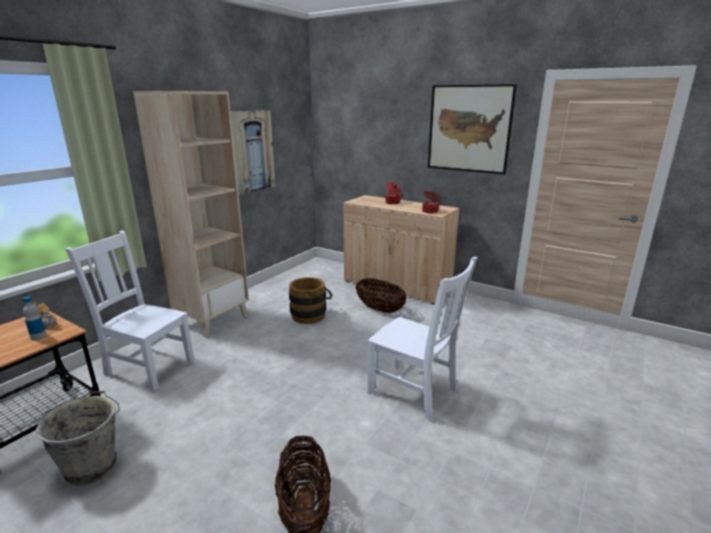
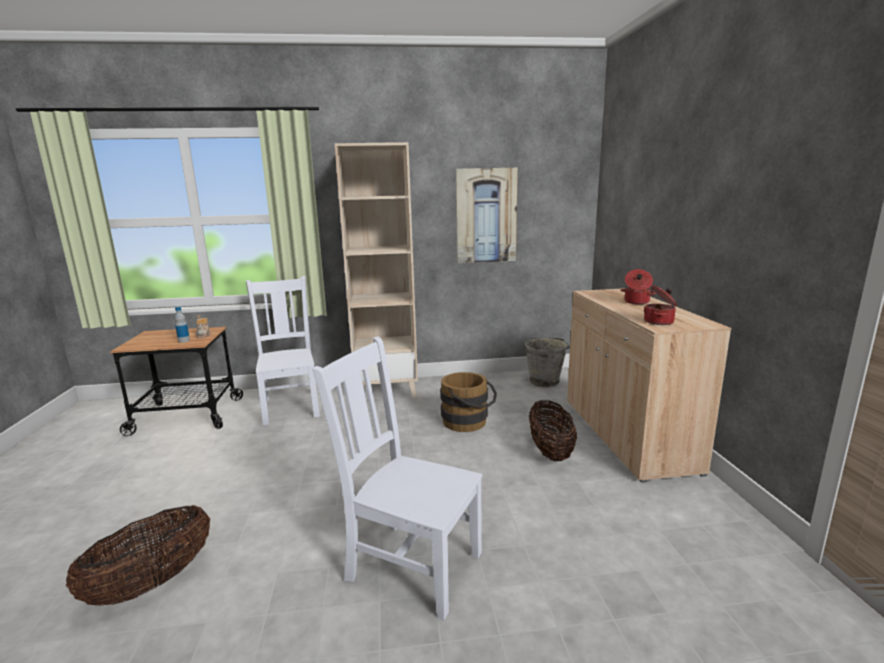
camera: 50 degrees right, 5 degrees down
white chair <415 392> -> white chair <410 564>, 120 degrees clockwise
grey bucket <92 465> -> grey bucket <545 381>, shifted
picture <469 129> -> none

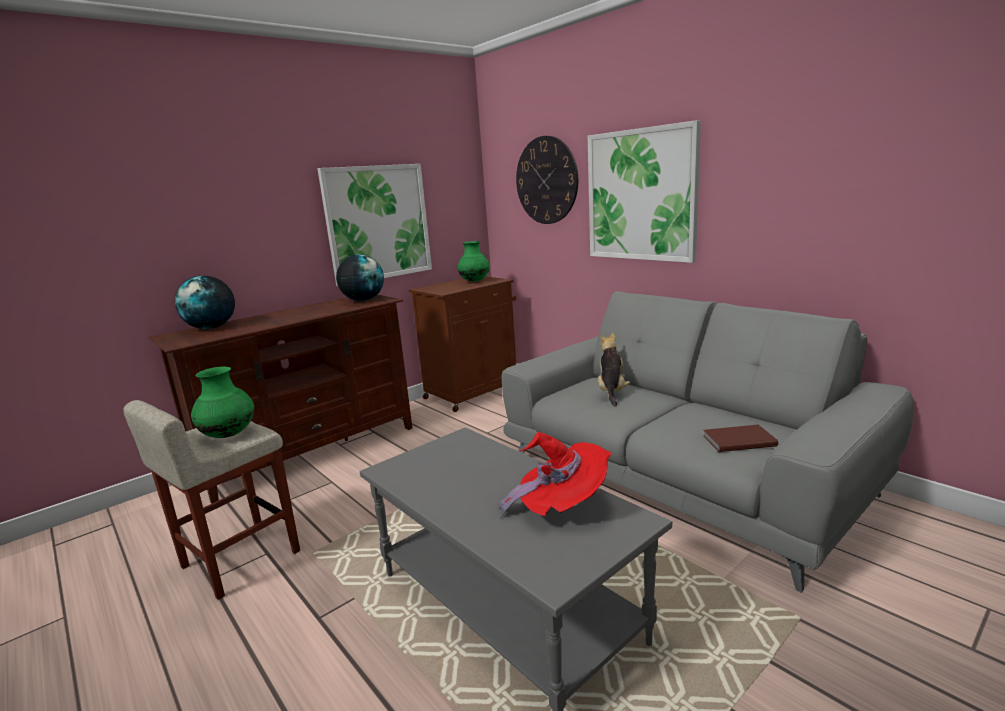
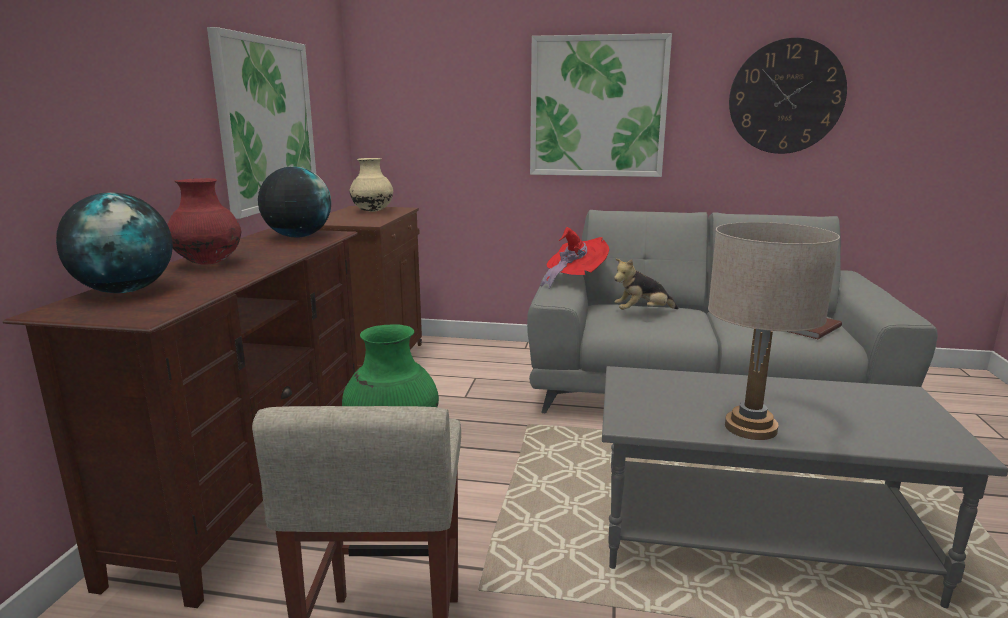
camera: 40 degrees left, 0 degrees up
none -> red vase <208 263>
green vase <475 281> -> beige vase <372 211>
red hat <562 507> -> red hat <573 280>, shifted
plush toy <611 391> -> plush toy <642 312>, 75 degrees counterclockwise
none -> beige table lamp <750 427>
wall clock <546 180> -> wall clock <786 97>, shifted

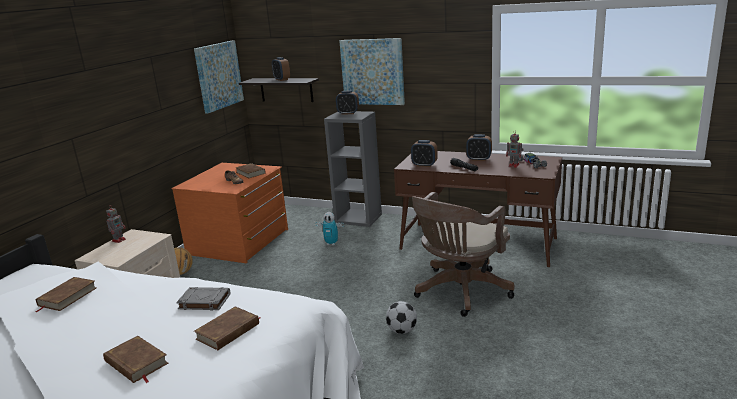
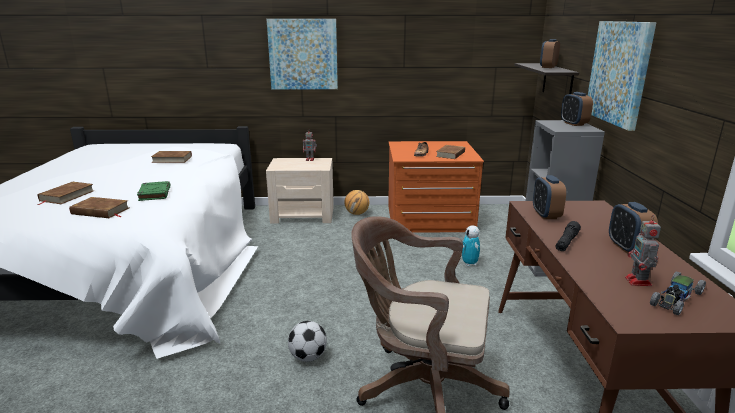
camera: 65 degrees right, 0 degrees up
grey book <204 302> -> green book <154 193>
picture <218 76> -> picture <303 54>, shifted

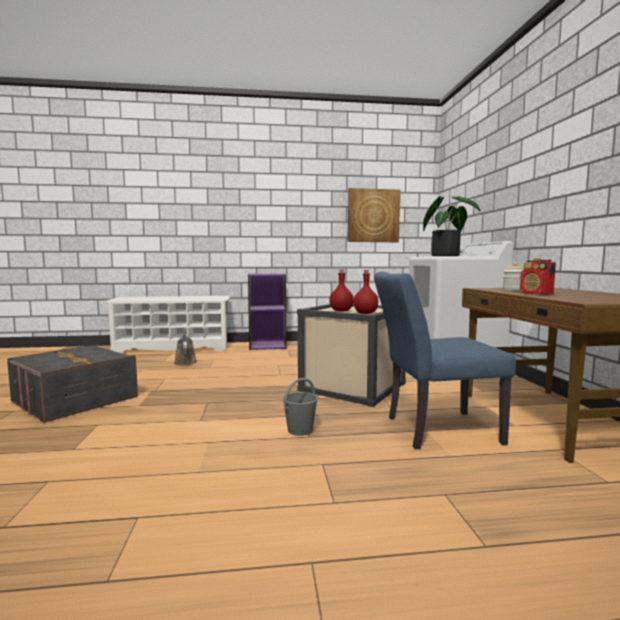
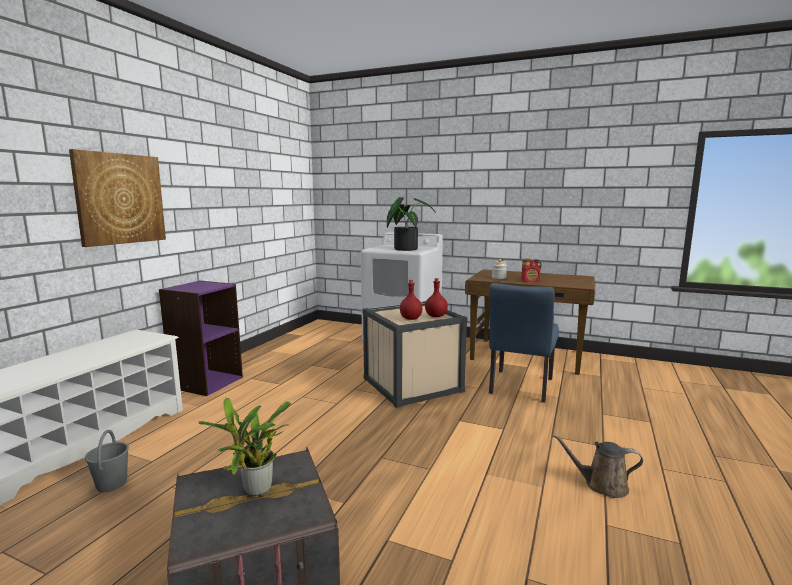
camera: 60 degrees left, 5 degrees up
picture <373 215> -> picture <120 199>, shifted
grey bucket <299 430> -> grey bucket <111 484>, shifted
none -> potted plant <255 492>
brown watering can <185 362> -> brown watering can <601 485>, shifted

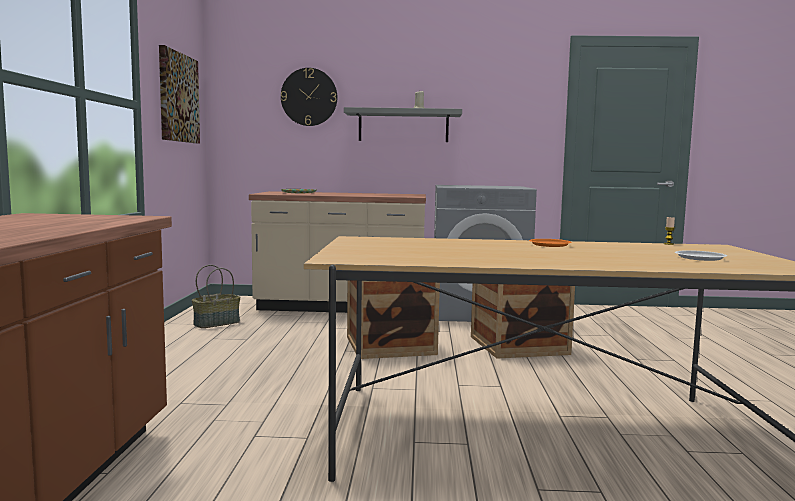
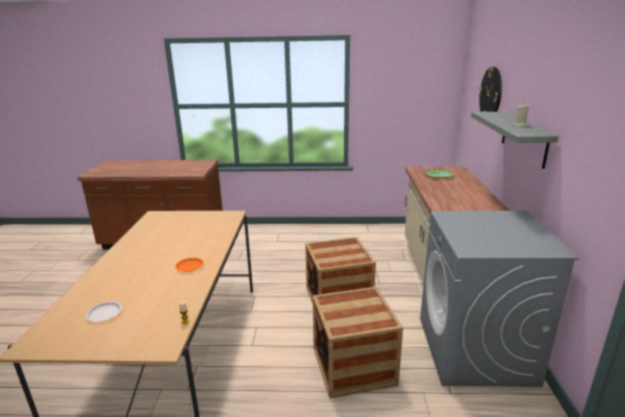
camera: 90 degrees right, 15 degrees up
picture <178 97> -> none
basket <217 323> -> none

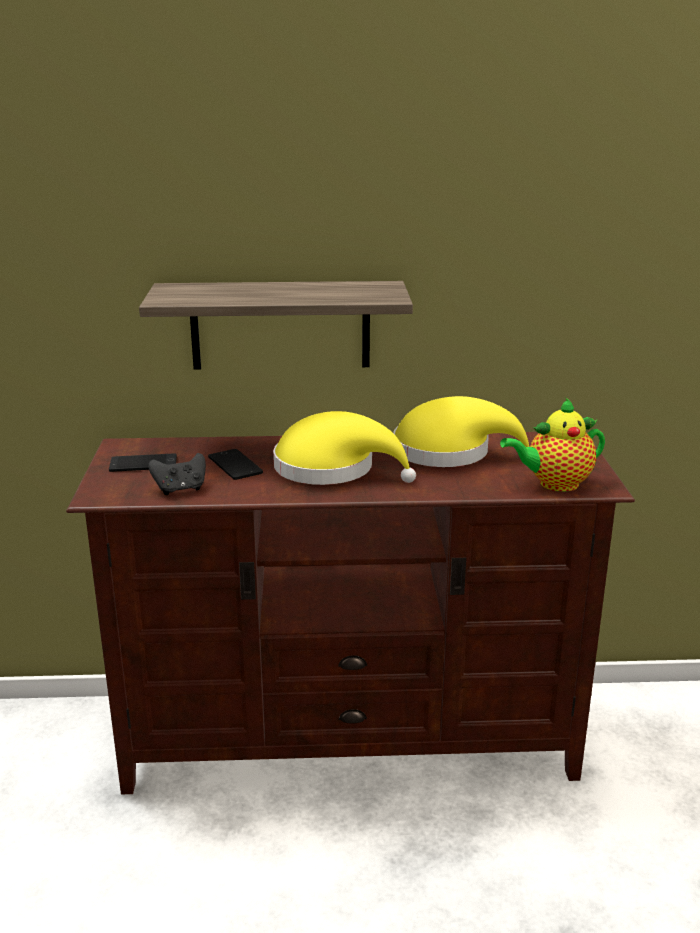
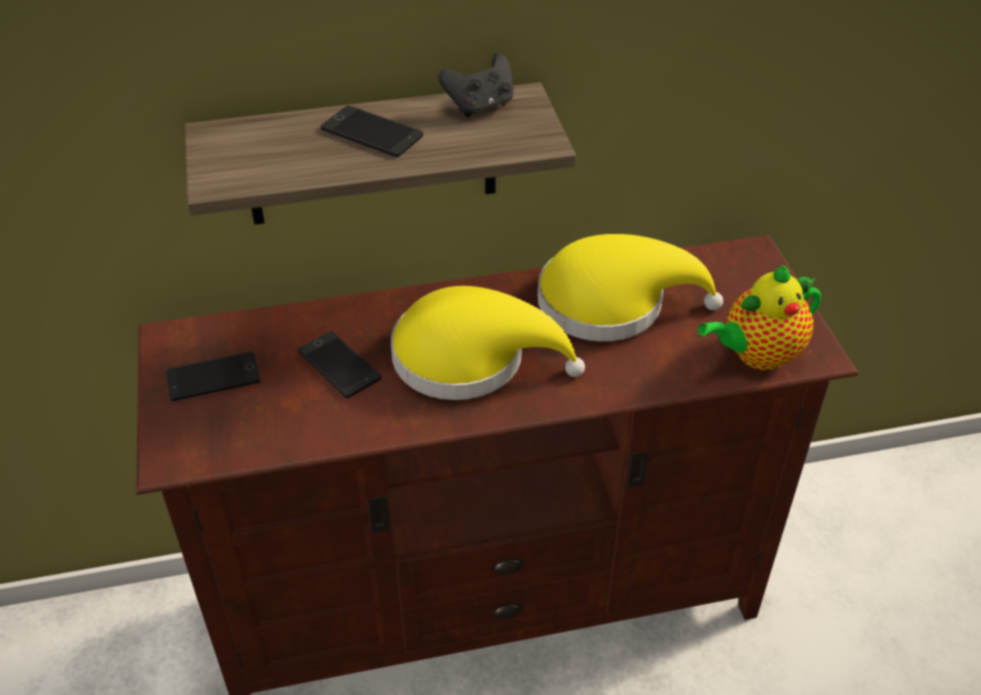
camera: 10 degrees left, 20 degrees up
none -> phone <372 132>
black game controller <180 489> -> black game controller <480 106>, shifted

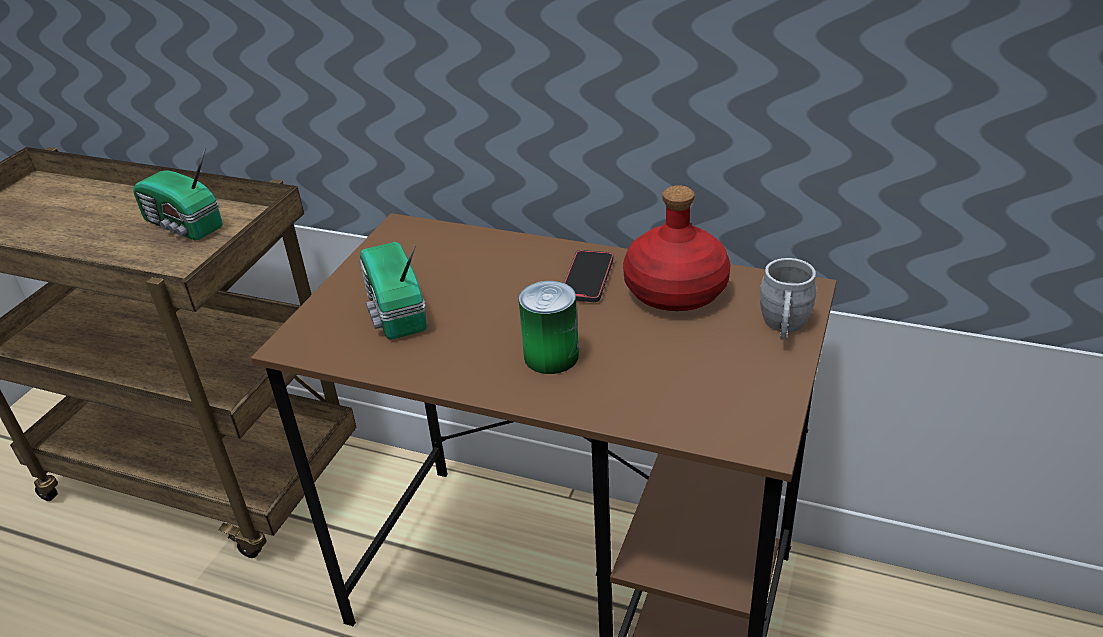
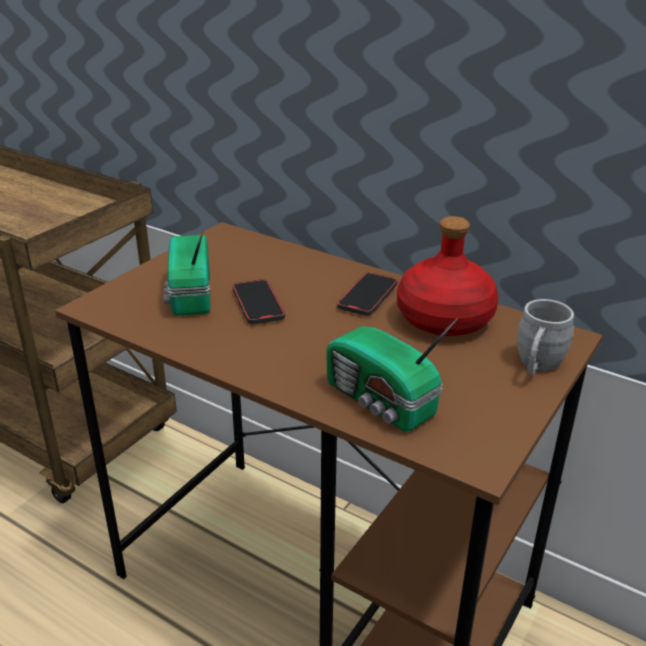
camera: 10 degrees right, 5 degrees down
none -> phone <258 304>
radio <183 226> -> radio <380 402>, shifted
can <551 356> -> none

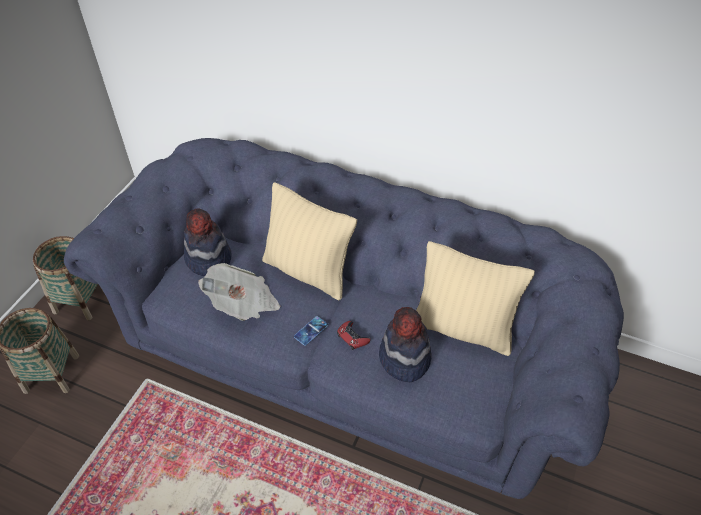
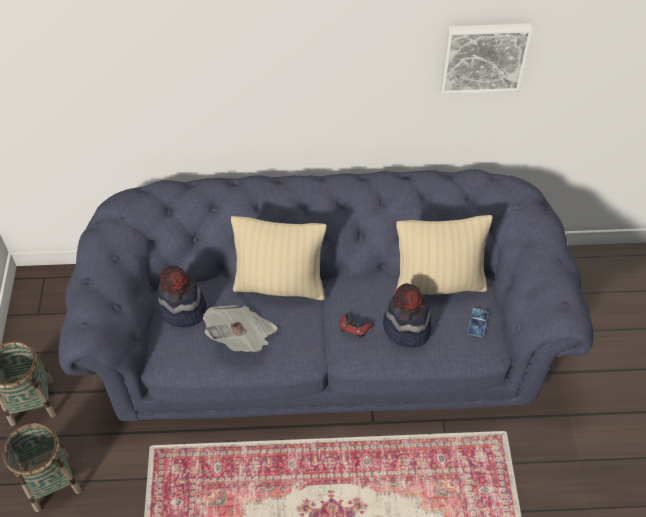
camera: 25 degrees left, 5 degrees up
none -> picture <484 56>
phone <311 331> -> phone <478 322>, shifted

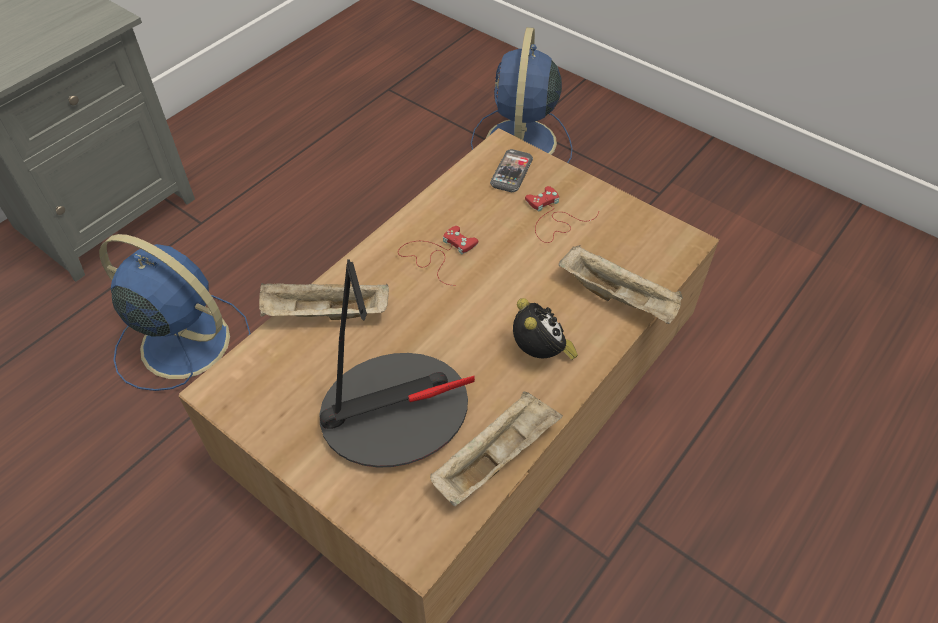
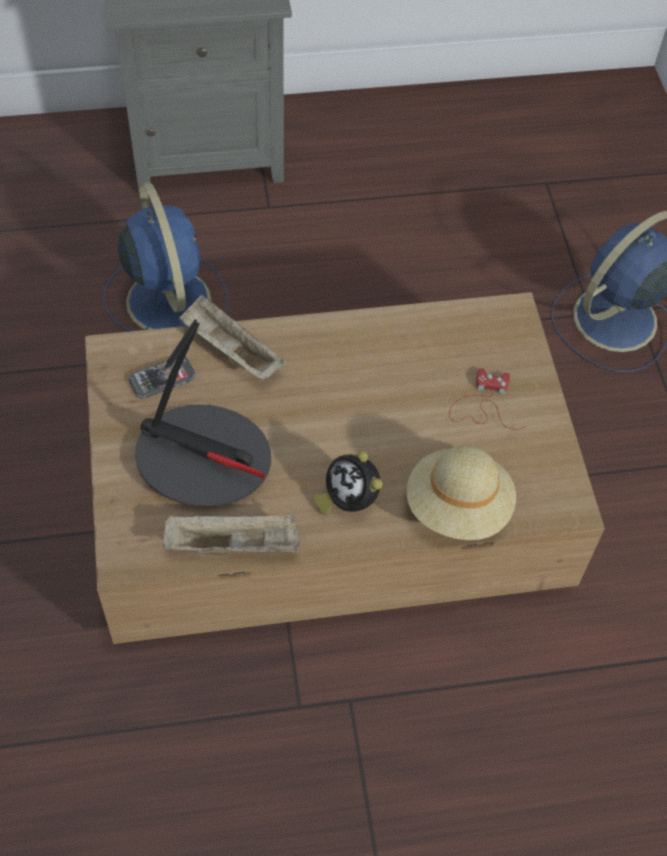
camera: 40 degrees right, 5 degrees up
phone <511 172> -> phone <162 378>, shifted
alarm clock <541 353> -> alarm clock <348 500>, 120 degrees clockwise
beige tray <619 298> -> beige hat <458 507>
red game controller <437 254> -> none

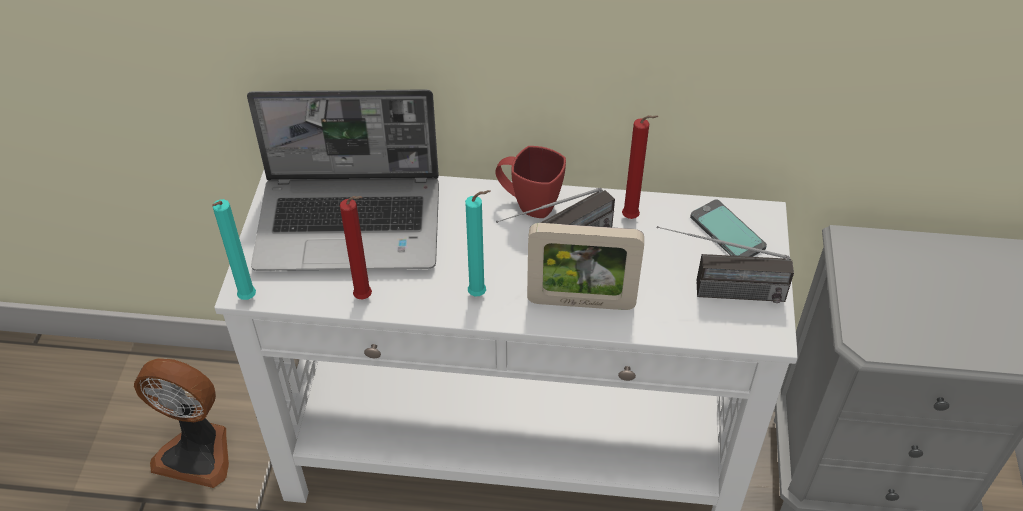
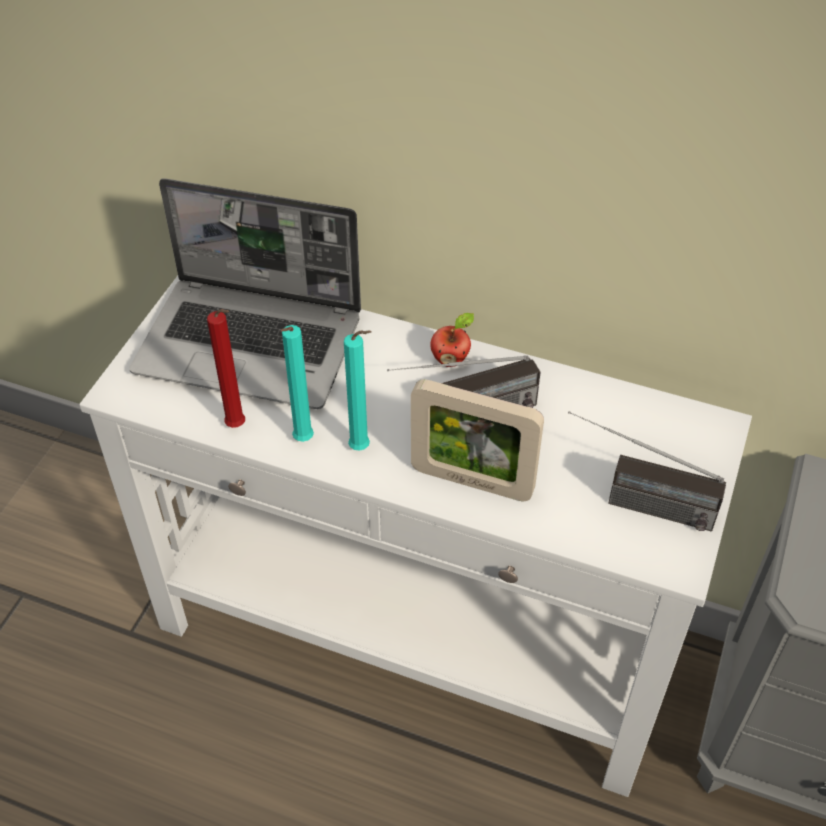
camera: 15 degrees right, 0 degrees up
turquoise candle <246 300> -> turquoise candle <301 441>, shifted
red mug <528 204> -> apple <451 360>
fan <197 452> -> none
red candle <632 218> -> none
phone <727 232> -> none

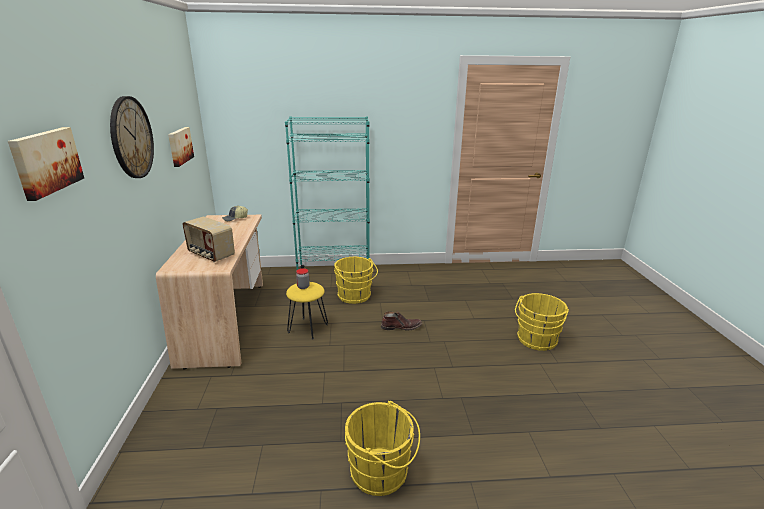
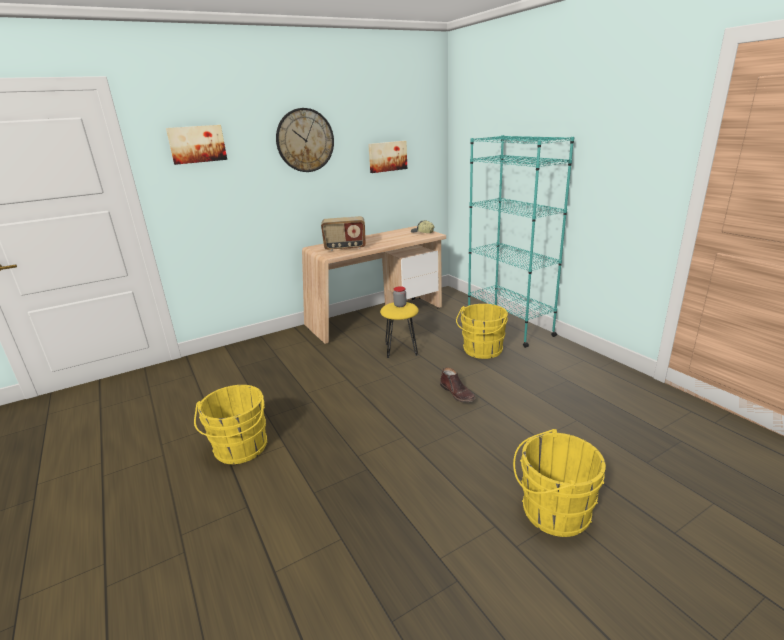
camera: 65 degrees right, 0 degrees up
radio <210 255> -> radio <345 248>, 105 degrees counterclockwise

